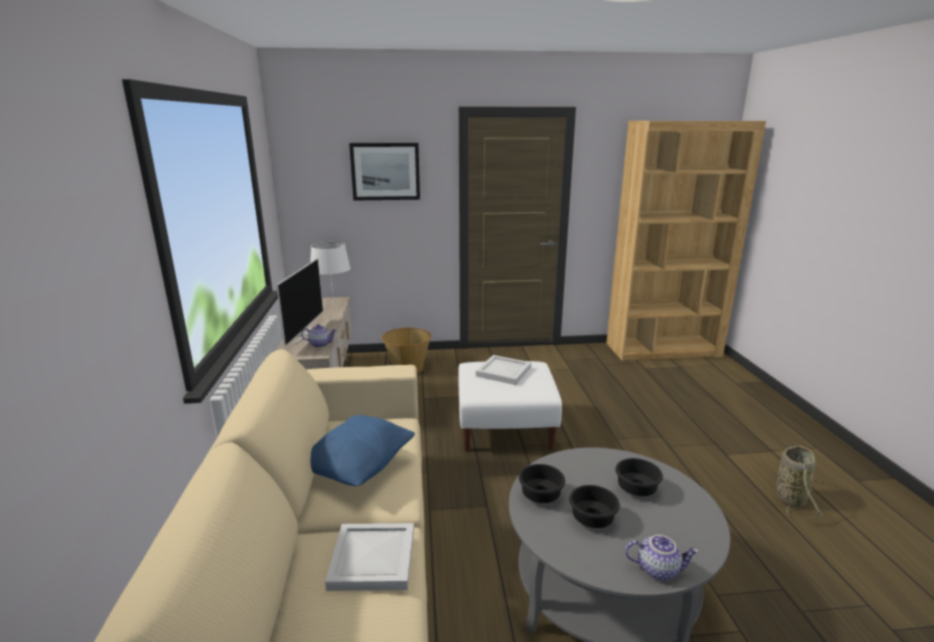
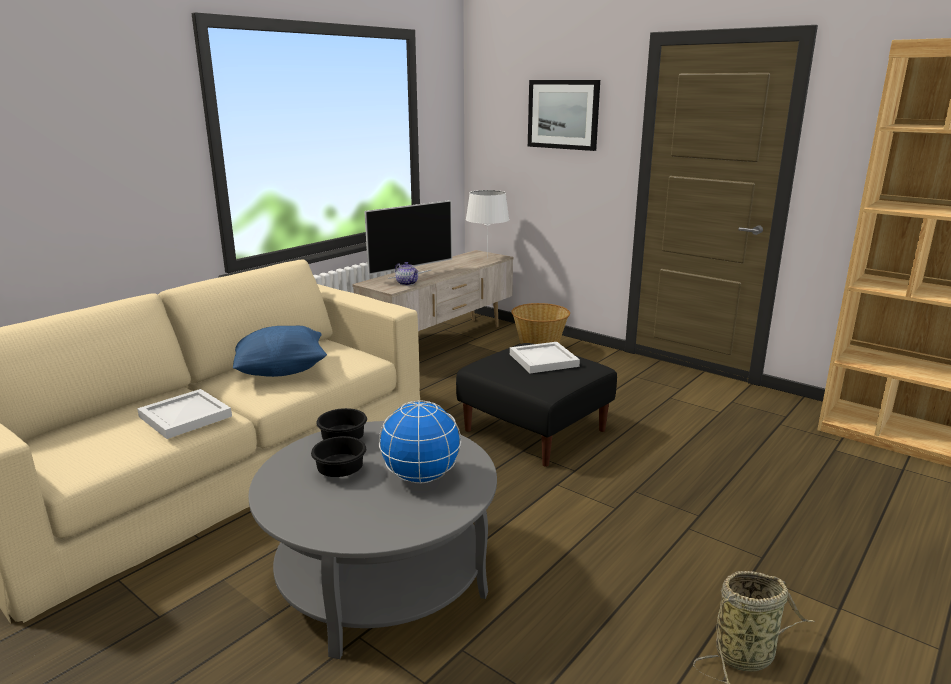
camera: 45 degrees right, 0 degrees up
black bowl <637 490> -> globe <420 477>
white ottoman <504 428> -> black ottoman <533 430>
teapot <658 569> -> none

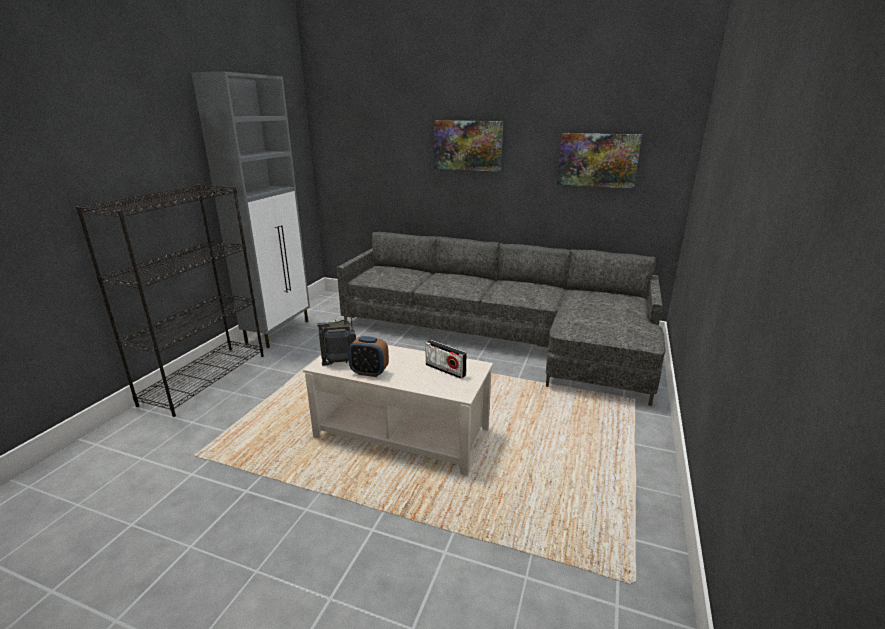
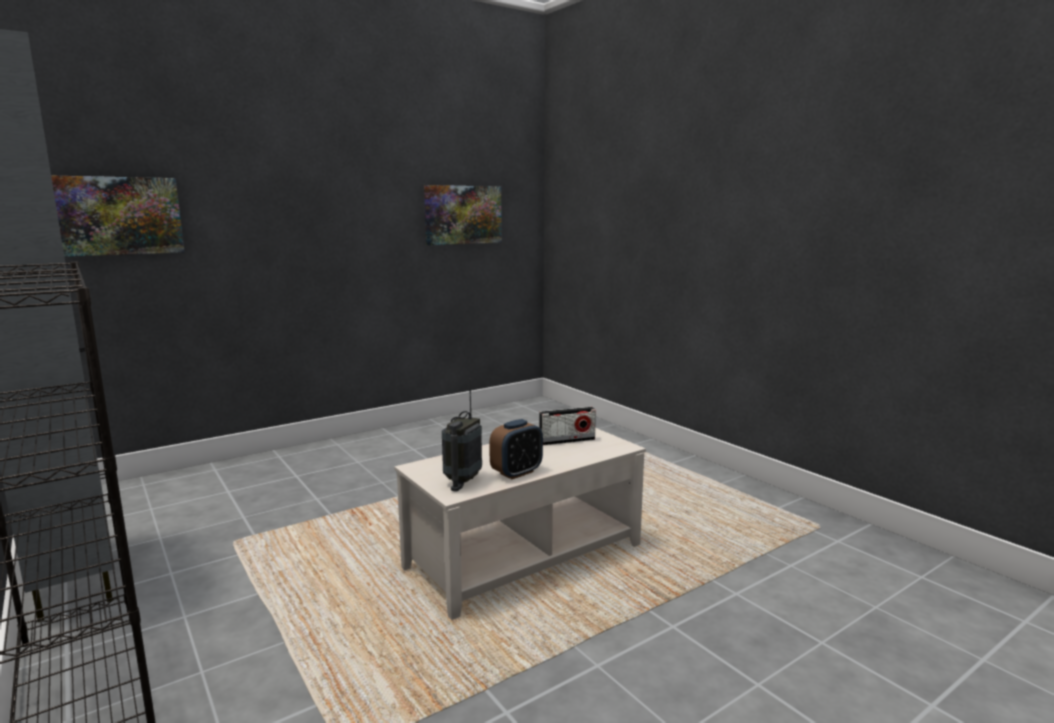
camera: 55 degrees left, 10 degrees down
picture <468 145> -> picture <116 216>, shifted
grey sofa <503 338> -> none

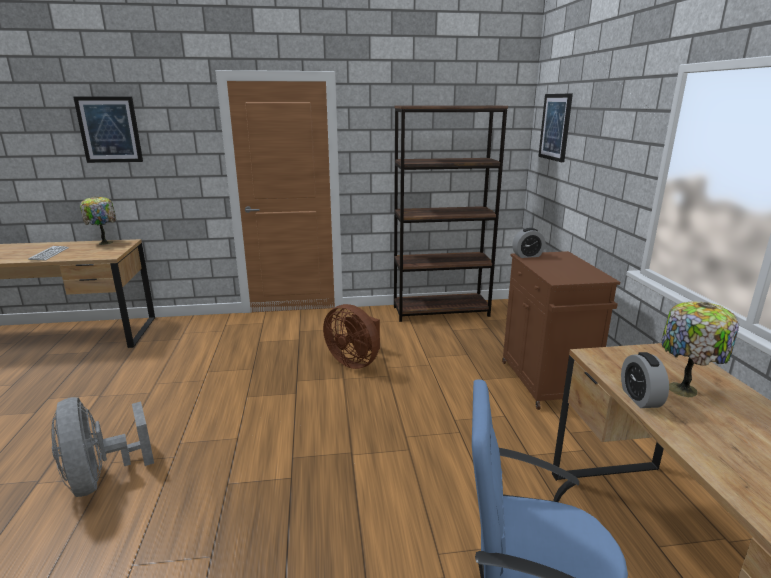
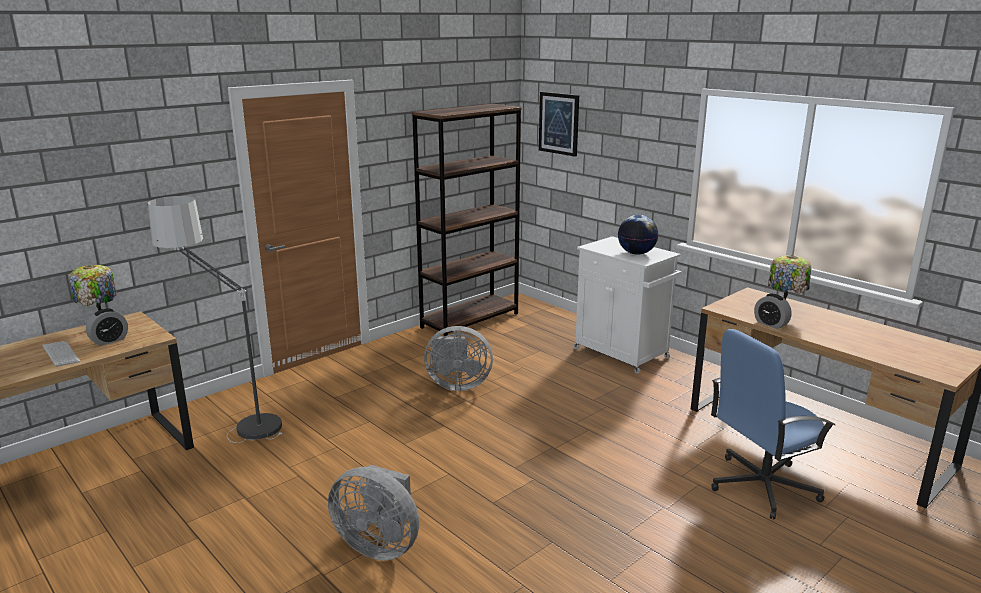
camera: 35 degrees left, 0 degrees up
alarm clock <527 255> -> alarm clock <109 340>, shifted
none -> floor lamp <231 422>
brown fan <355 361> -> grey fan <457 385>
brown cabinet <546 383> -> white cabinet <622 354>
none -> globe <636 253>
picture <109 129> -> none

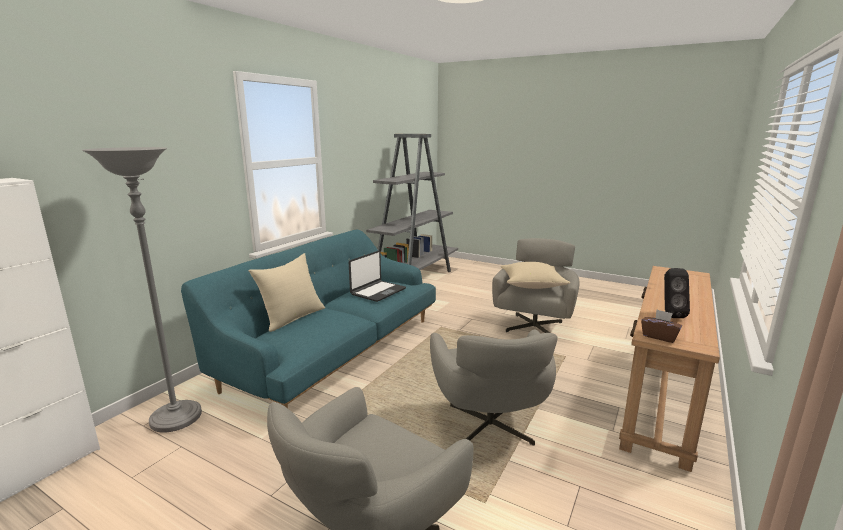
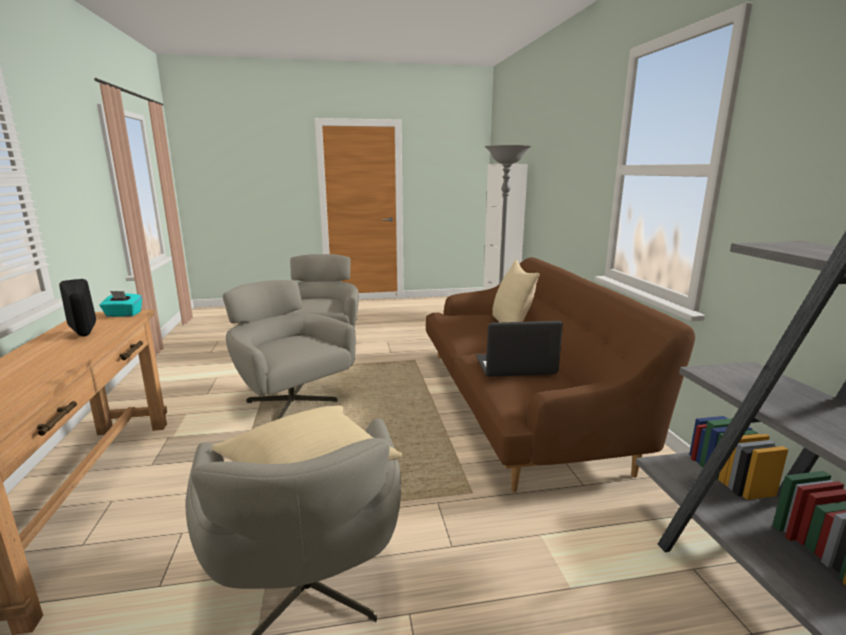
camera: 140 degrees right, 0 degrees up
brown tissue box <659 336> -> turquoise tissue box <123 314>
turquoise sofa <333 350> -> brown sofa <518 402>
laptop <377 291> -> laptop <515 367>, 90 degrees clockwise

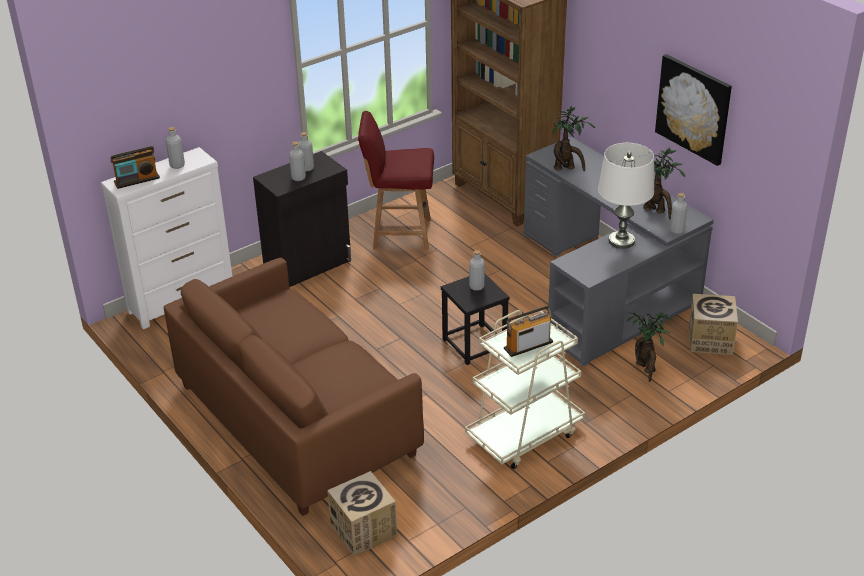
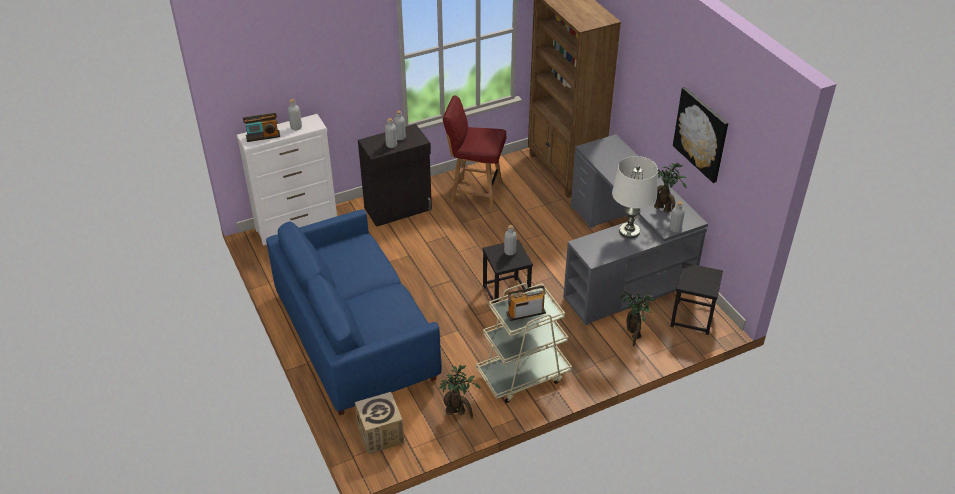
camera: 10 degrees right, 5 degrees up
brown sofa <295 420> -> blue sofa <354 336>
potted plant <567 168> -> potted plant <457 412>, shifted
cardboard box <710 340> -> black stool <692 318>

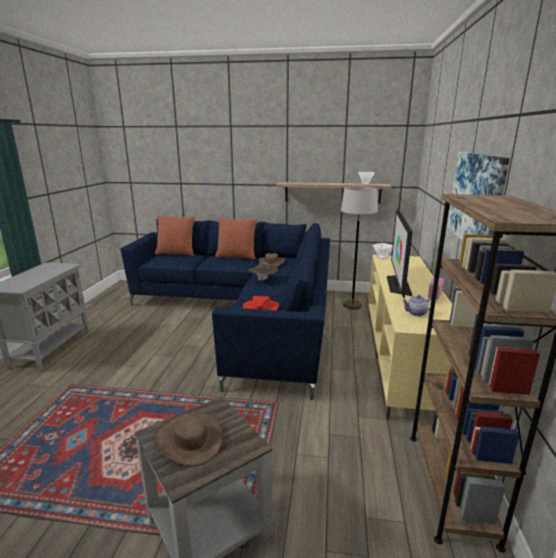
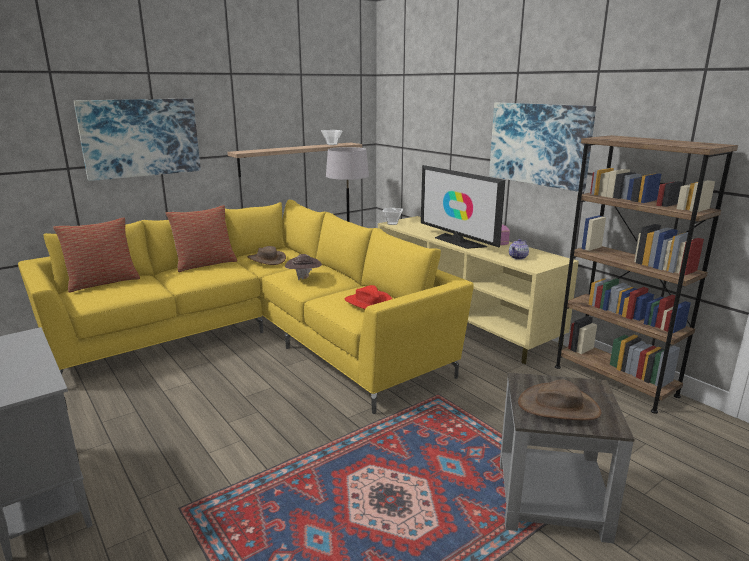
camera: 45 degrees left, 0 degrees up
blue sofa <247 315> -> yellow sofa <260 337>
none -> picture <141 138>

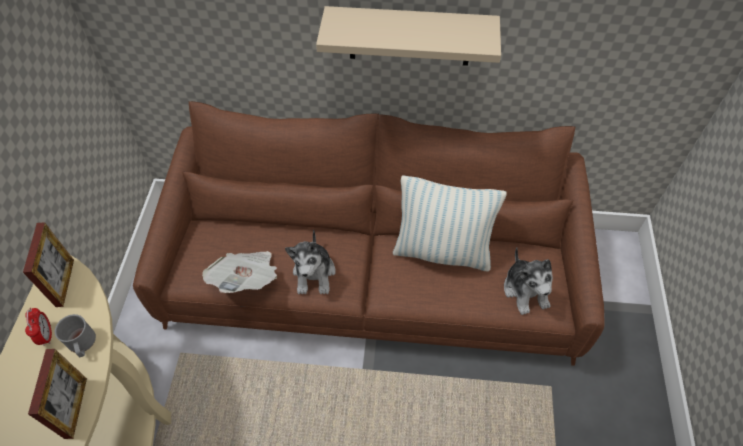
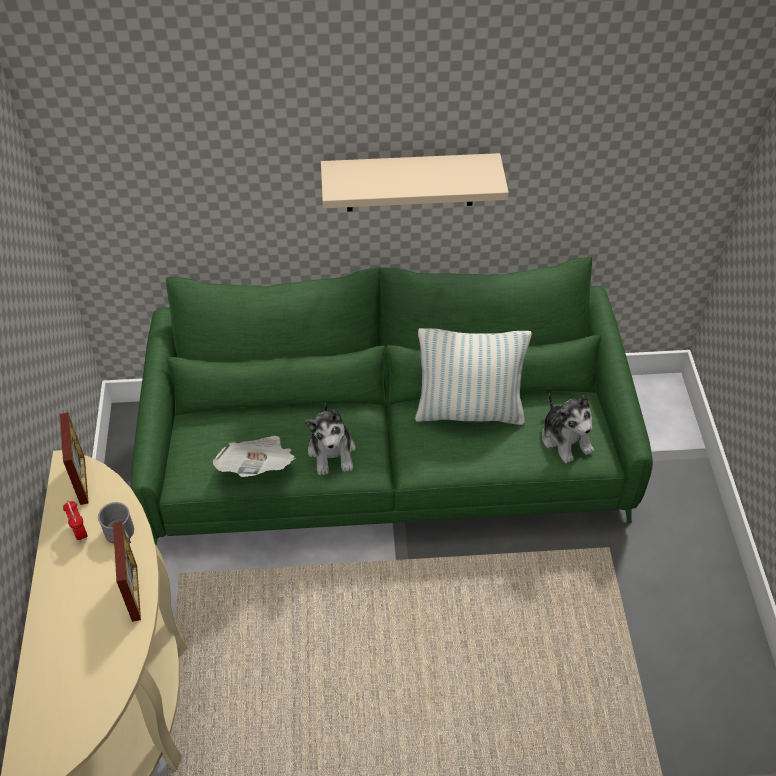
camera: 10 degrees left, 5 degrees down
brown sofa <372 280> -> green sofa <387 464>

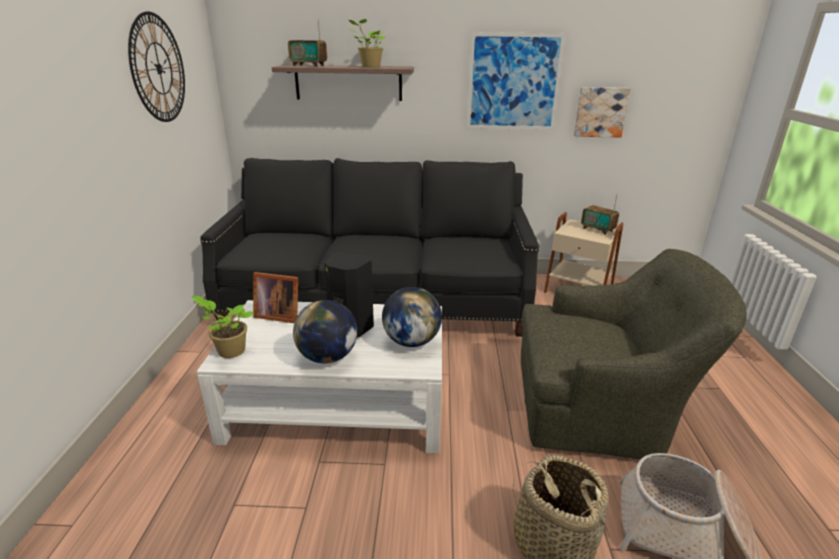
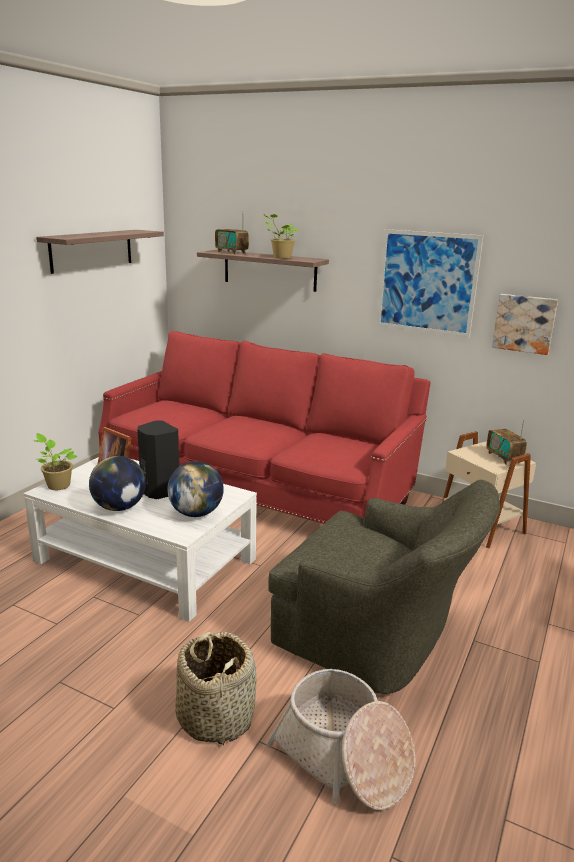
camera: 25 degrees right, 5 degrees down
wall clock <158 68> -> shelf <92 250>
black sofa <378 300> -> red sofa <258 487>

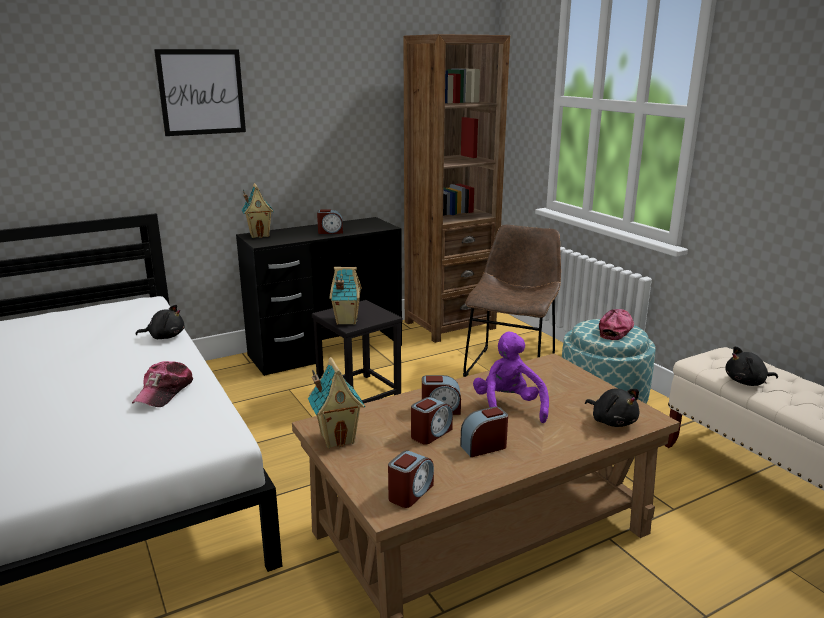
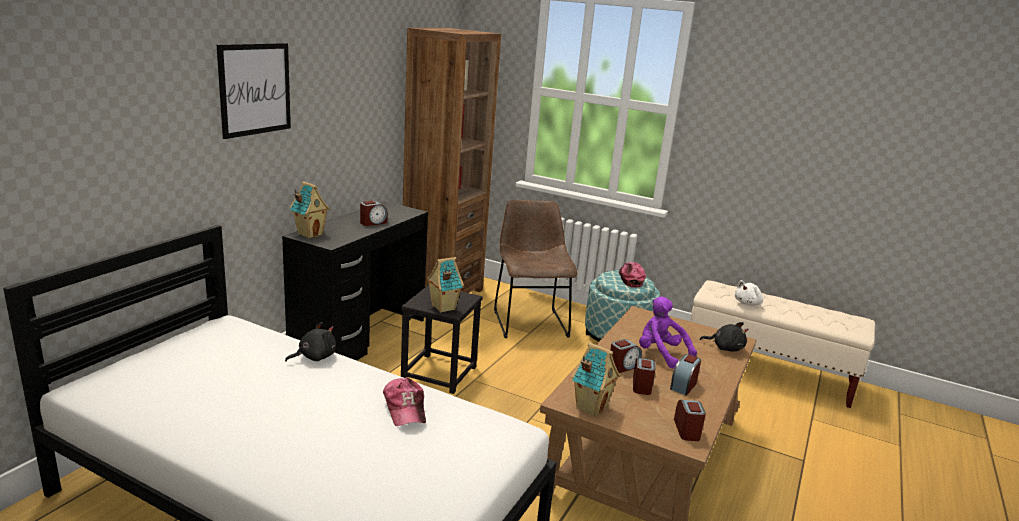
camera: 35 degrees left, 0 degrees up
black plush toy <747 382> -> white plush toy <748 303>

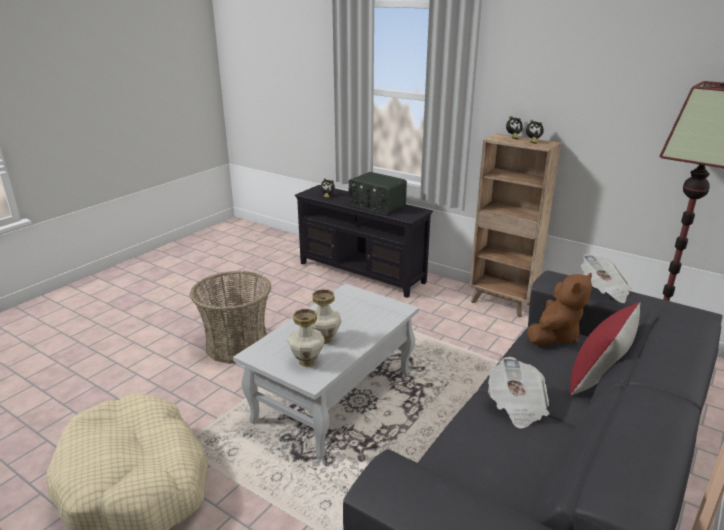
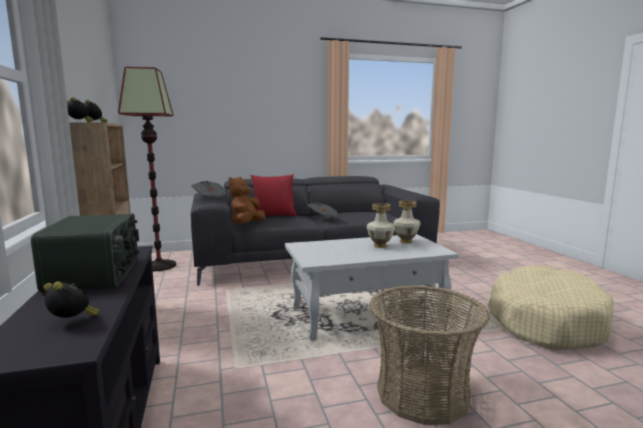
camera: 140 degrees left, 15 degrees down
brown plush toy <554 336> -> brown plush toy <246 224>, 60 degrees counterclockwise

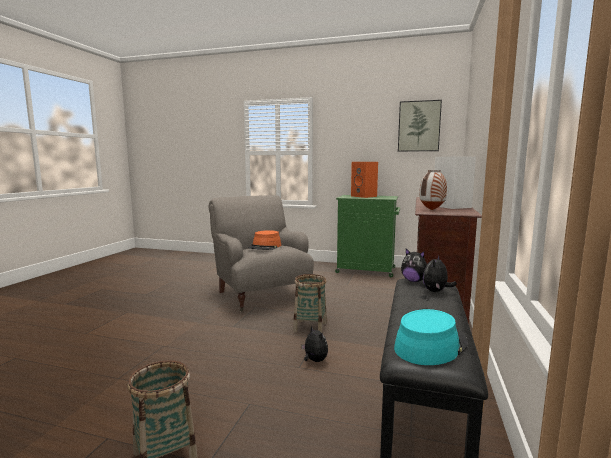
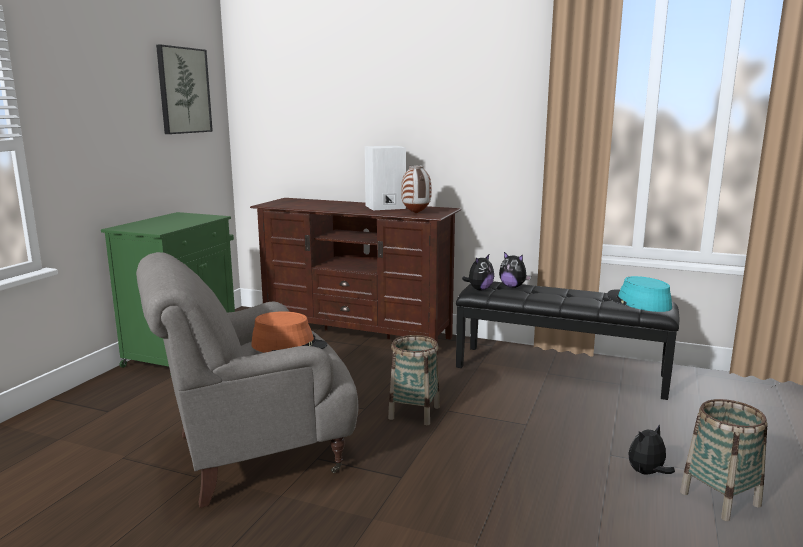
camera: 85 degrees left, 5 degrees up
plush toy <314 360> -> plush toy <647 473>, shifted
orange speaker <364 196> -> none

